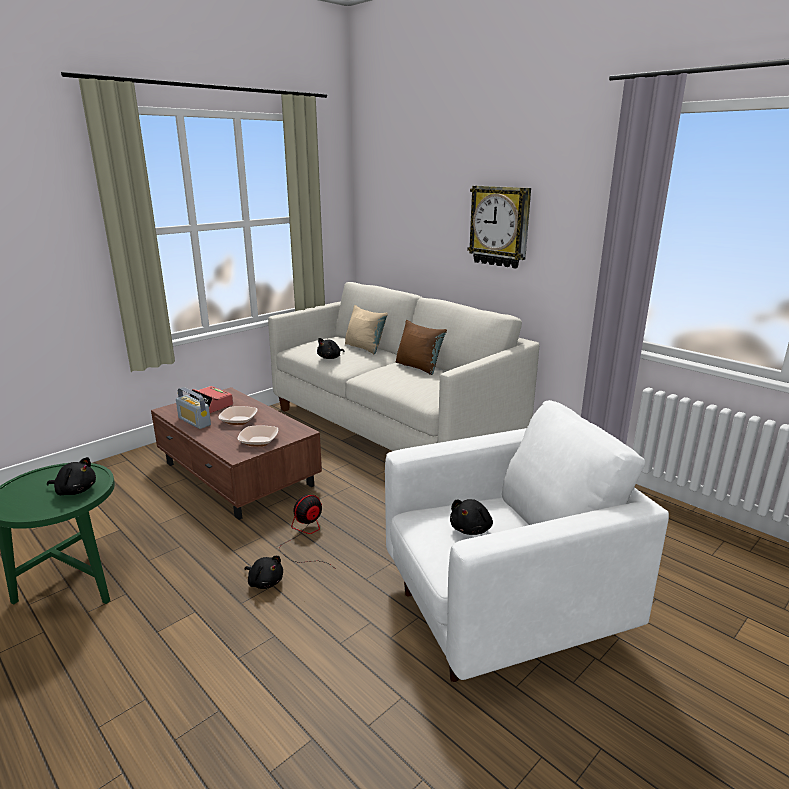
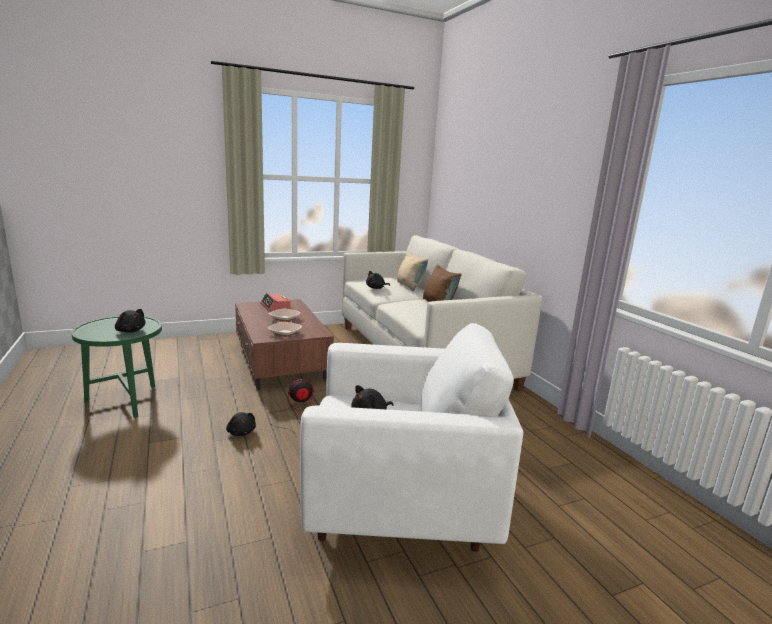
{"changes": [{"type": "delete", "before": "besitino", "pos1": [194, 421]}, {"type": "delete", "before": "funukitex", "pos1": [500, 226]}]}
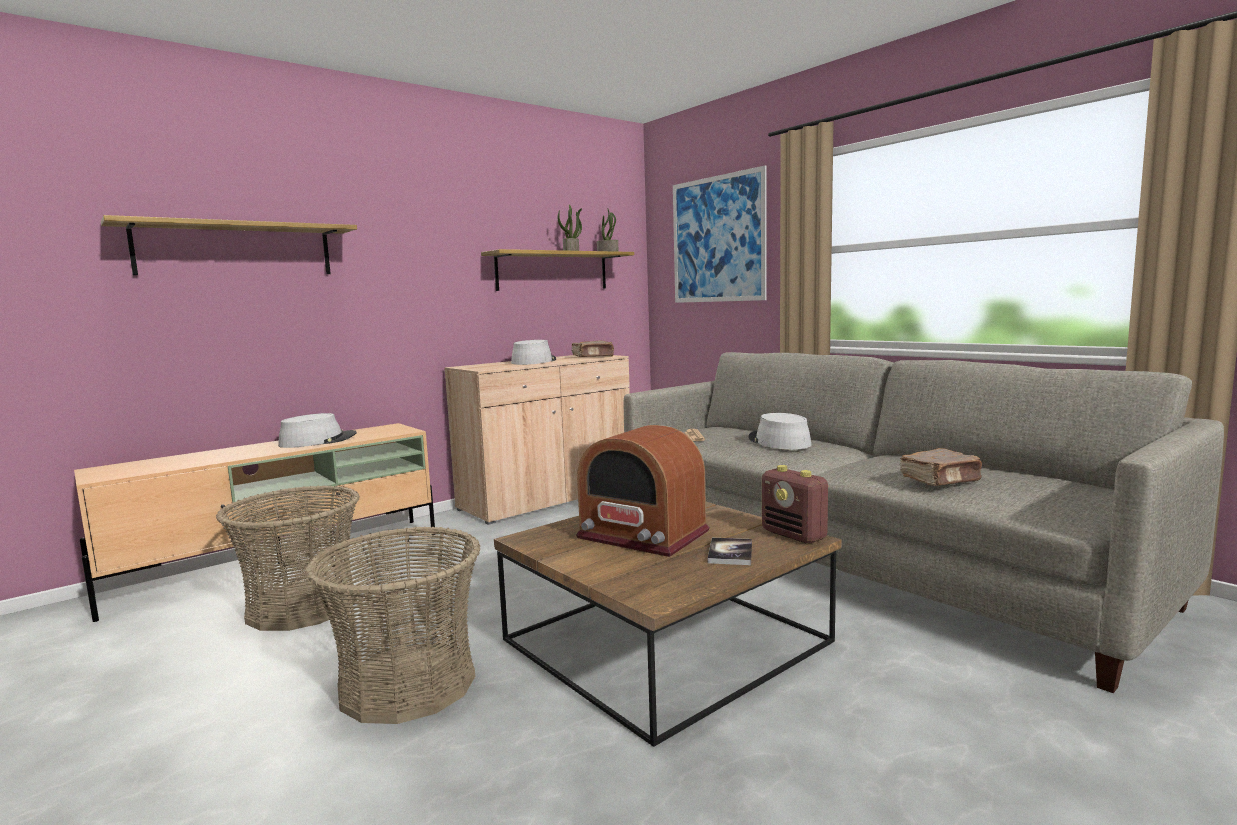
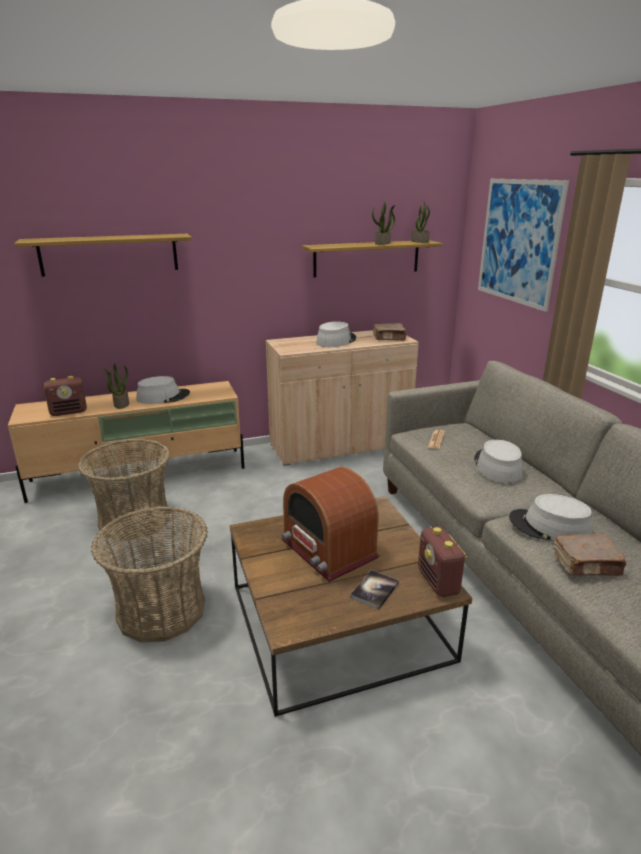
{"changes": [{"type": "insert", "after": "besitino", "pos2": [69, 412]}, {"type": "insert", "after": "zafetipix", "pos2": [121, 404]}, {"type": "insert", "after": "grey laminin", "pos2": [549, 527]}]}
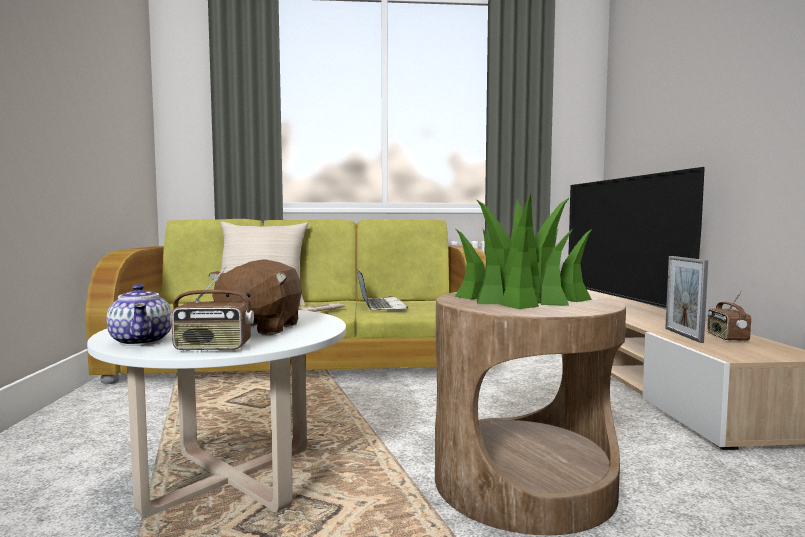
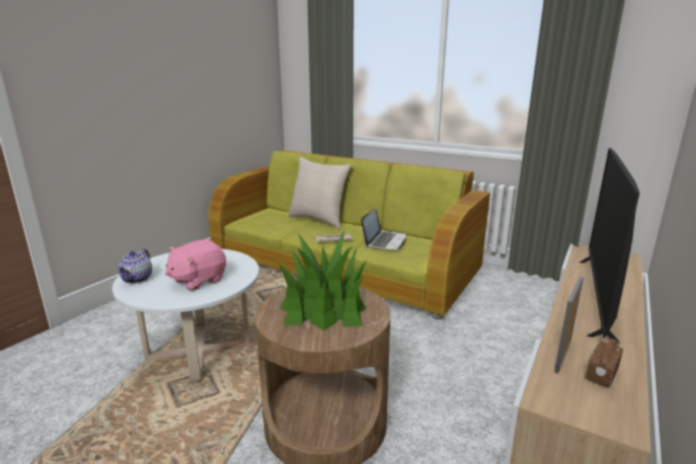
{"changes": [{"type": "delete", "before": "besitino", "pos1": [212, 348]}, {"type": "recolor", "before": "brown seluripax", "after": "pink seluripax", "pos1": [259, 328], "pos2": [198, 280]}]}
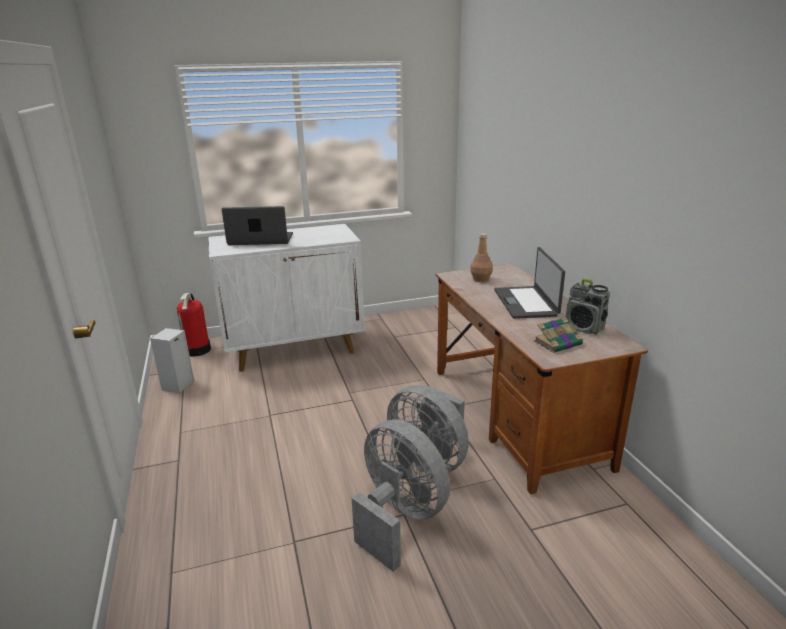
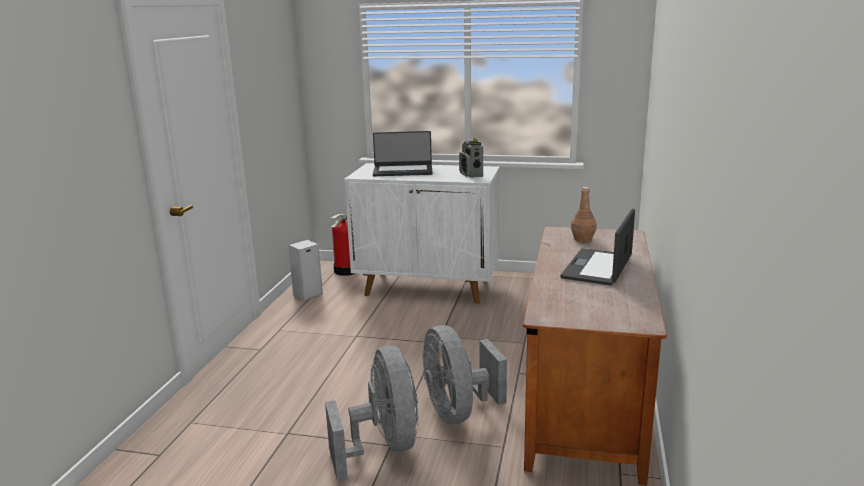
{"changes": [{"type": "rotate", "before": "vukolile", "pos1": [260, 240], "pos2": [403, 171], "turn": 150}, {"type": "delete", "before": "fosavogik", "pos1": [558, 343]}, {"type": "move", "before": "besitino", "pos1": [584, 328], "pos2": [471, 175]}]}
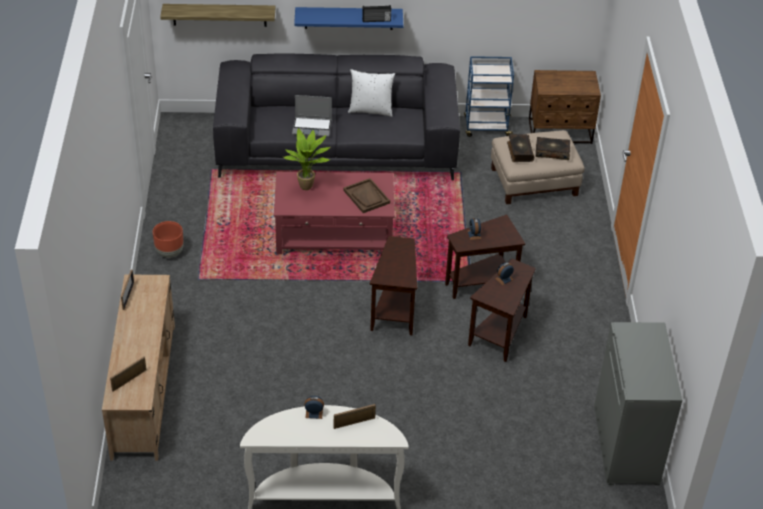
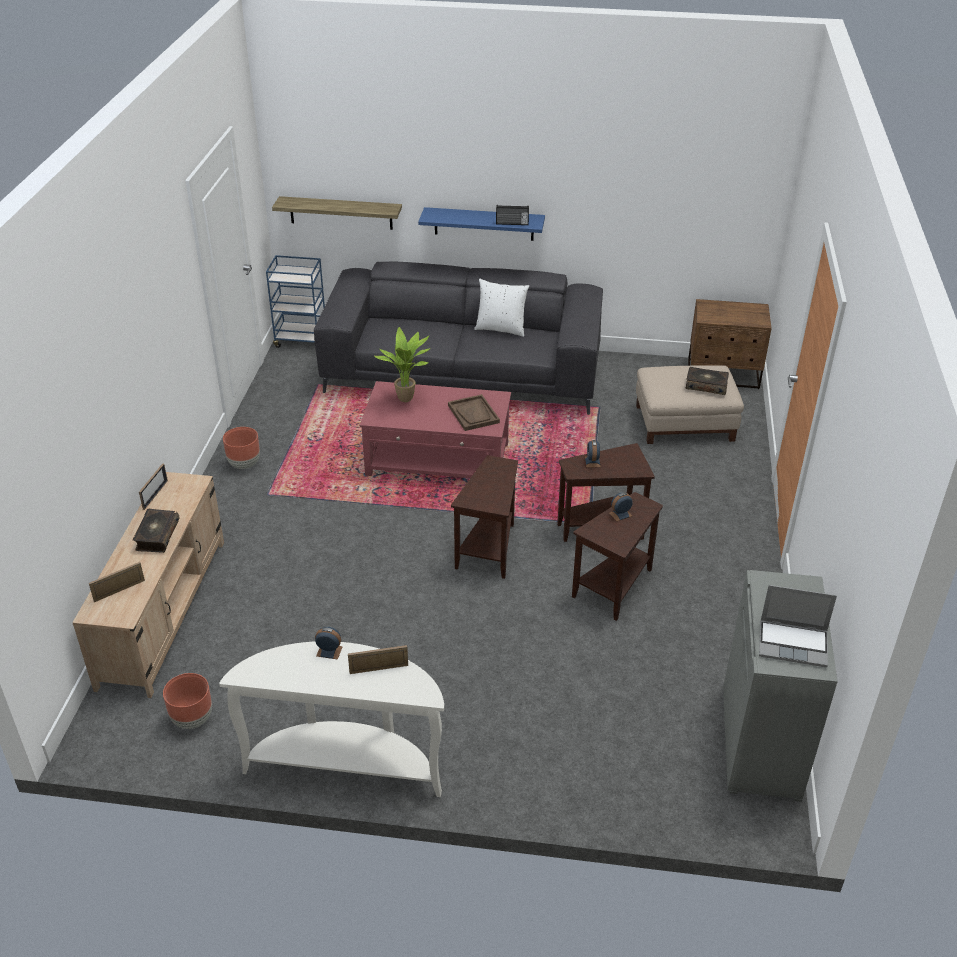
{"changes": [{"type": "move", "before": "vukolile", "pos1": [312, 127], "pos2": [793, 644]}, {"type": "move", "before": "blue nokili", "pos1": [486, 127], "pos2": [302, 340]}, {"type": "move", "before": "fosavogik", "pos1": [519, 152], "pos2": [156, 536]}, {"type": "insert", "after": "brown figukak", "pos2": [193, 719]}]}
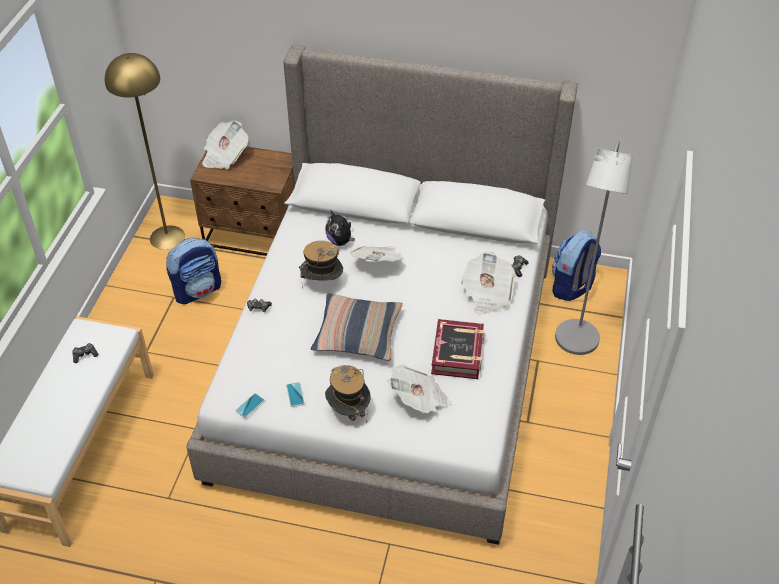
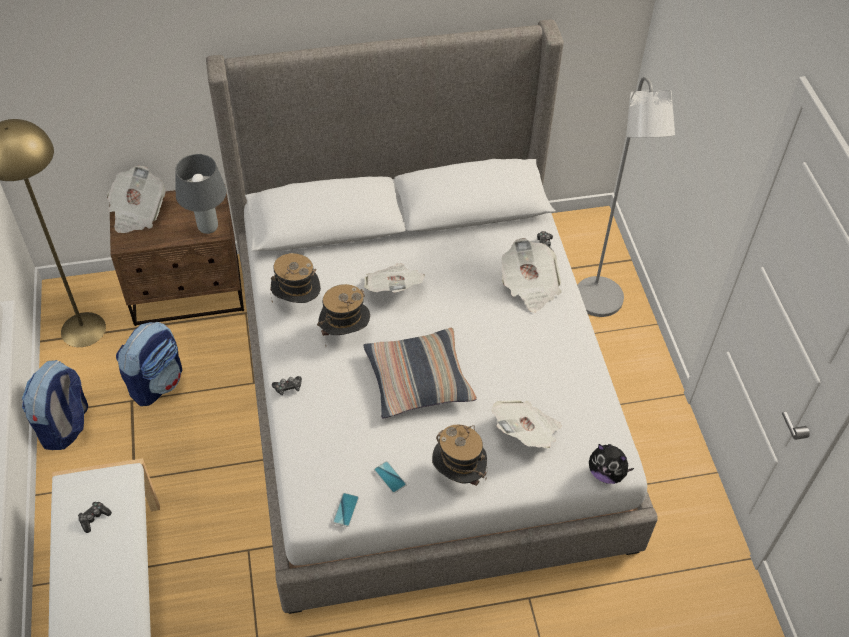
{"changes": [{"type": "move", "before": "seluripax", "pos1": [340, 241], "pos2": [606, 473]}, {"type": "delete", "before": "fosavogik", "pos1": [458, 354]}, {"type": "move", "before": "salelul", "pos1": [571, 286], "pos2": [65, 426]}, {"type": "insert", "after": "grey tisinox", "pos2": [208, 227]}, {"type": "insert", "after": "laminin", "pos2": [297, 302]}]}
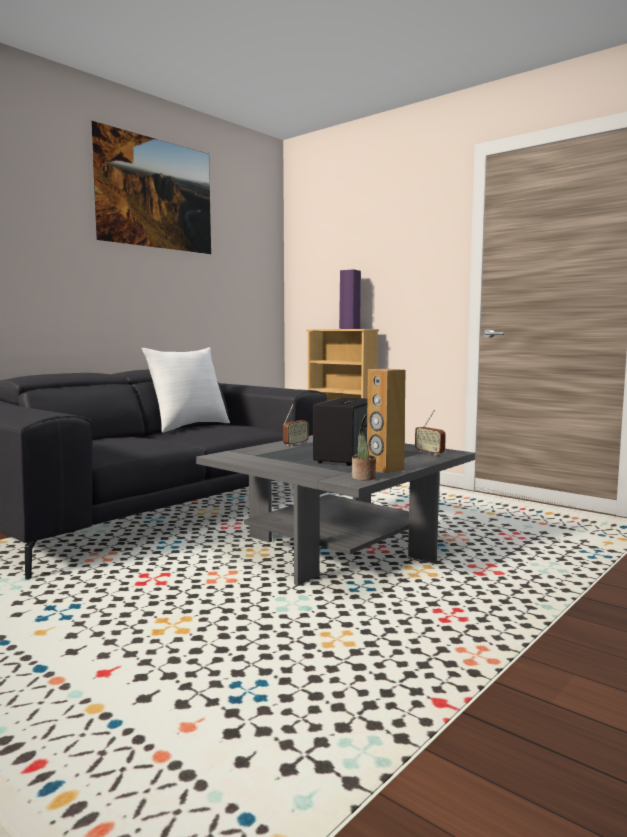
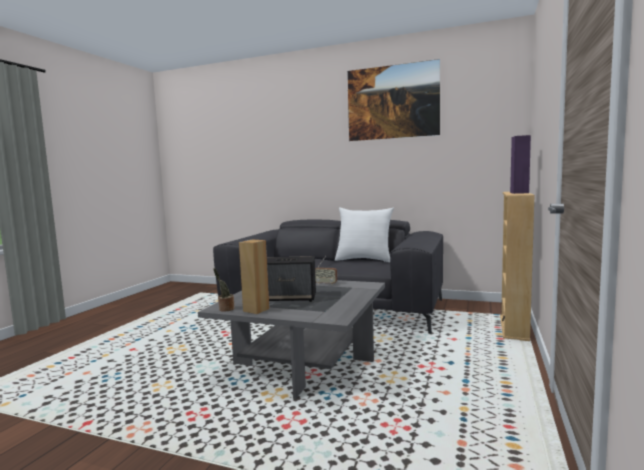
{"changes": [{"type": "delete", "before": "besitino", "pos1": [429, 453]}]}
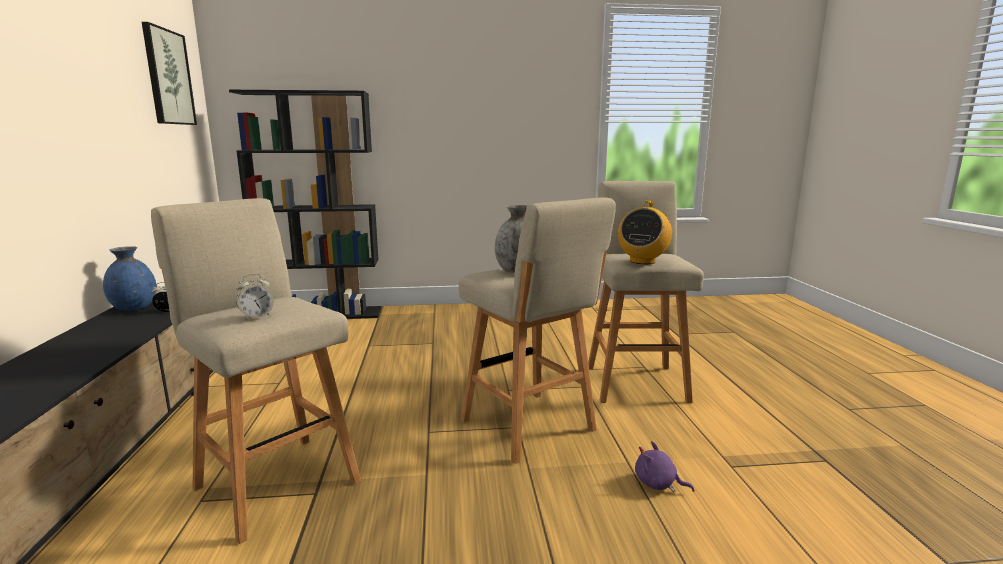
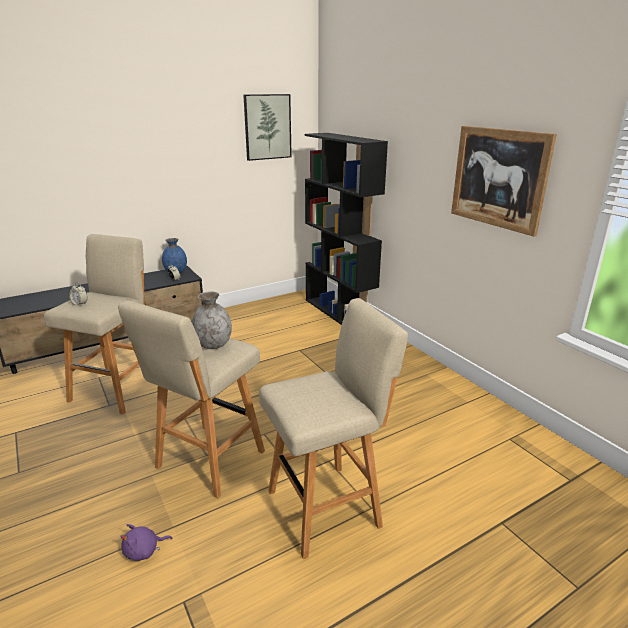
{"changes": [{"type": "delete", "before": "besitino", "pos1": [642, 261]}, {"type": "rotate", "before": "purple seluripax", "pos1": [658, 484], "pos2": [144, 551], "turn": -120}, {"type": "insert", "after": "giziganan", "pos2": [498, 178]}]}
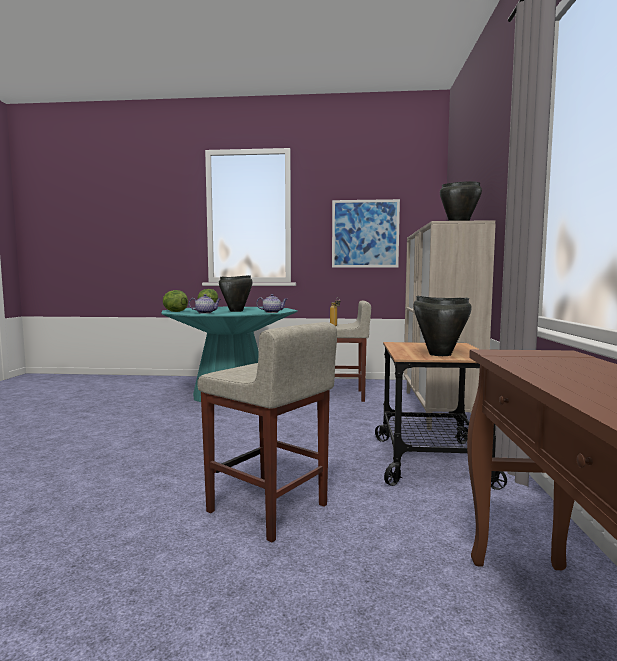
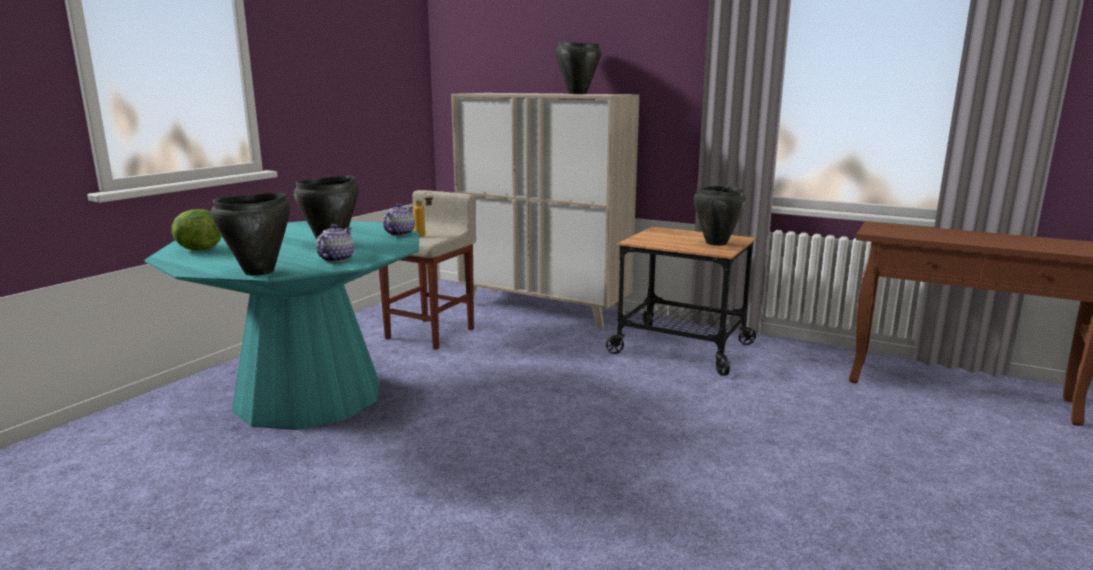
{"changes": [{"type": "replace", "before": "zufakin", "after": "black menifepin", "pos1": [174, 312], "pos2": [259, 272]}, {"type": "delete", "before": "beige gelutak", "pos1": [268, 508]}, {"type": "delete", "before": "giziganan", "pos1": [365, 234]}]}
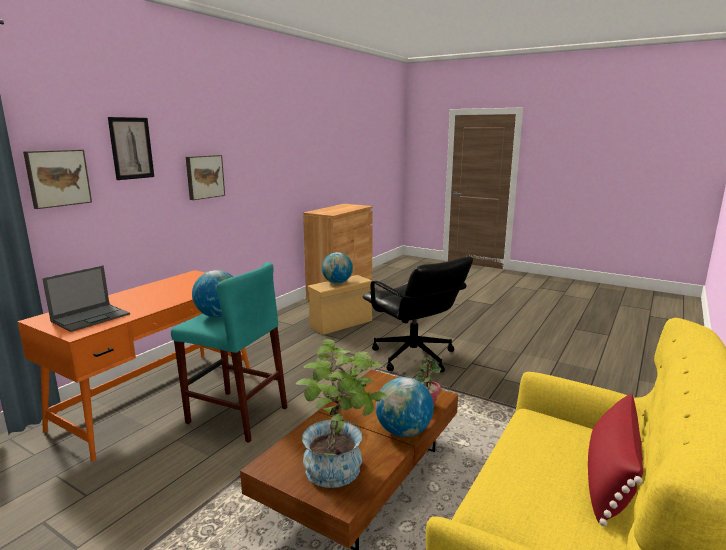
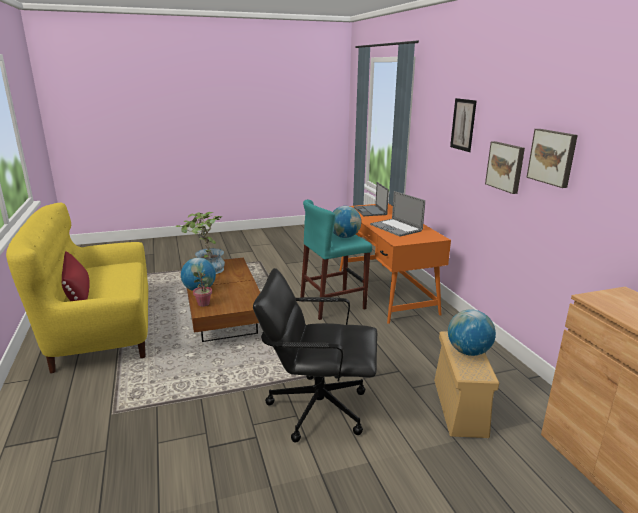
{"changes": [{"type": "move", "before": "giziganan", "pos1": [57, 178], "pos2": [553, 157]}, {"type": "insert", "after": "vukolile", "pos2": [396, 228]}]}
